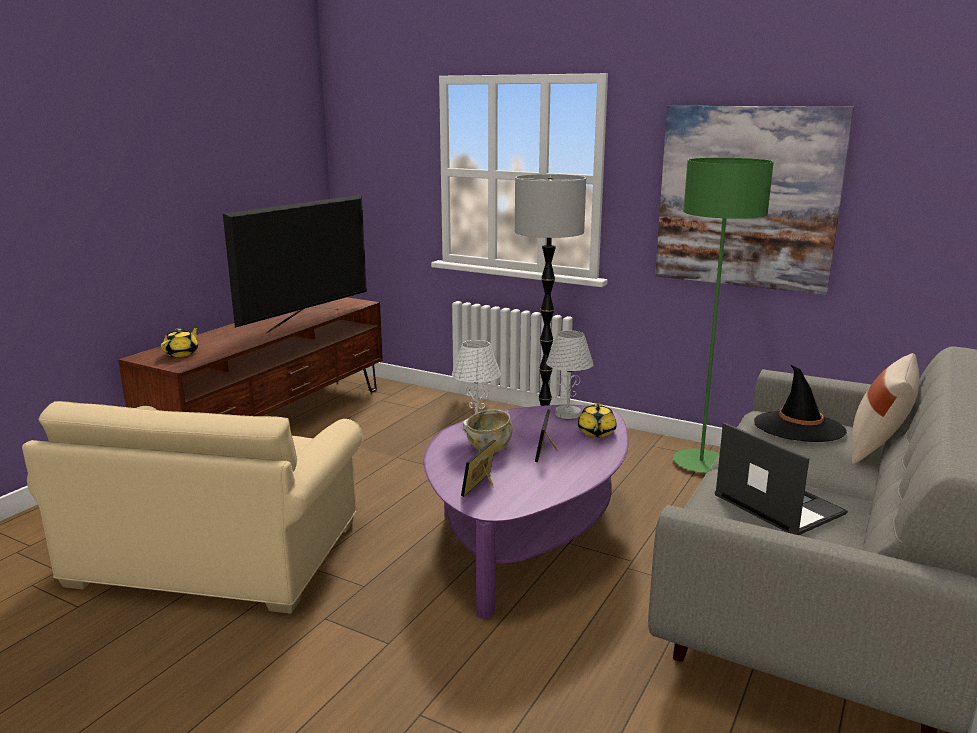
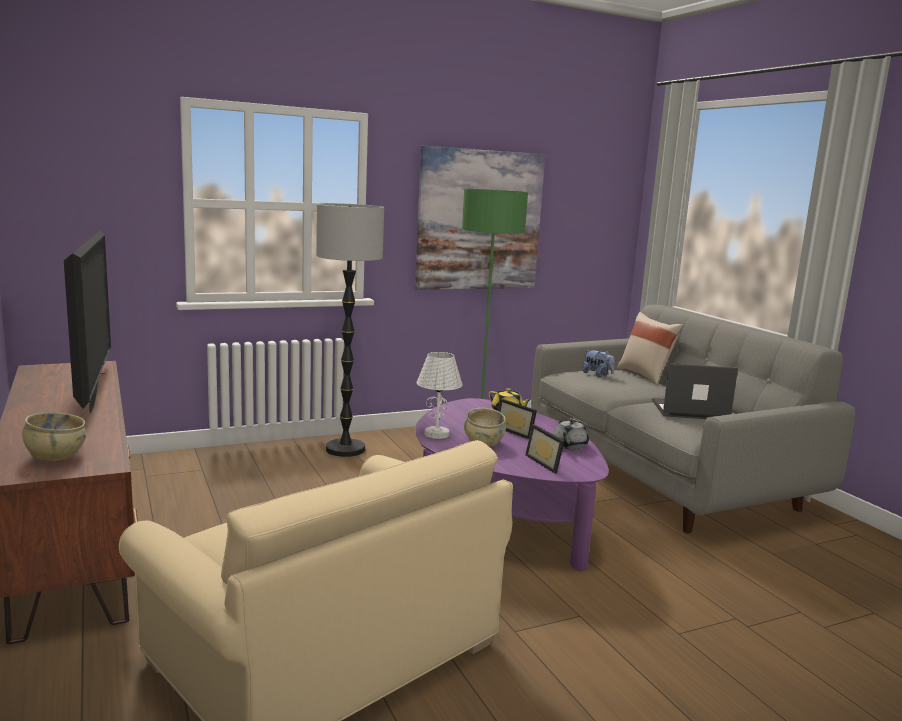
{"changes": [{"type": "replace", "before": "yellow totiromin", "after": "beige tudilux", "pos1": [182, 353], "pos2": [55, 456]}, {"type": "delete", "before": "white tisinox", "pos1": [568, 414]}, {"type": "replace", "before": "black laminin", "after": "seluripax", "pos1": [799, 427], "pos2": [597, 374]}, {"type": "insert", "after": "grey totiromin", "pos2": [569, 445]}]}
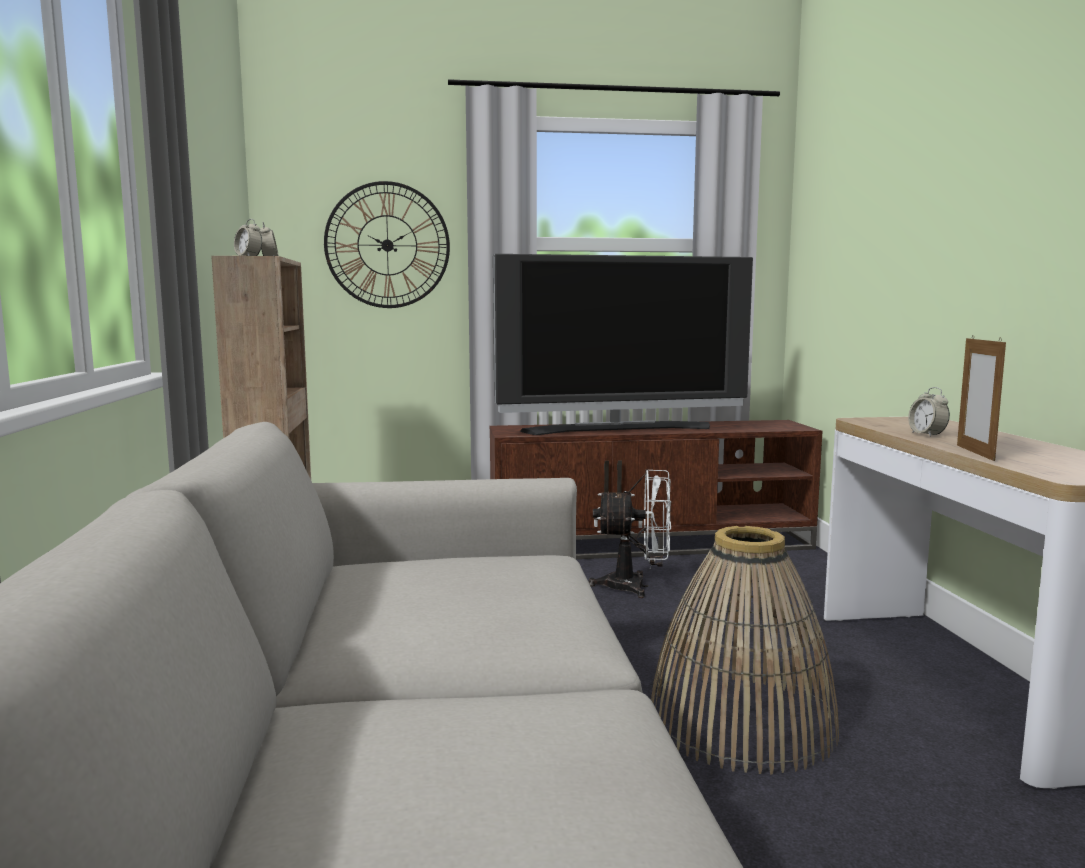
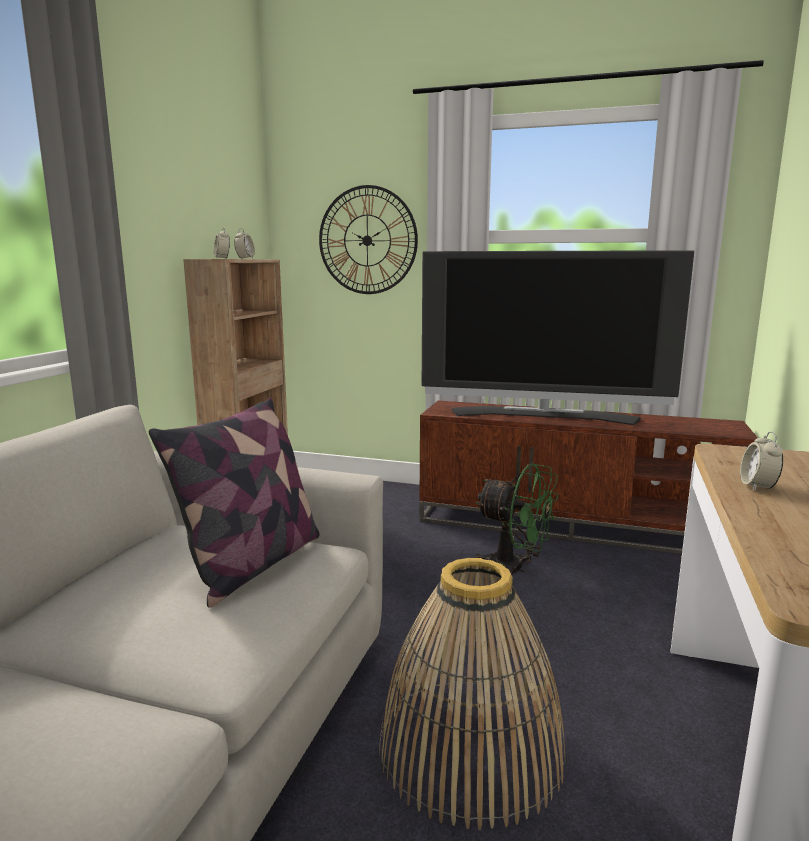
{"changes": [{"type": "recolor", "before": "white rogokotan", "after": "green rogokotan", "pos1": [636, 586], "pos2": [514, 570]}, {"type": "delete", "before": "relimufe", "pos1": [975, 452]}, {"type": "insert", "after": "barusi", "pos2": [252, 564]}]}
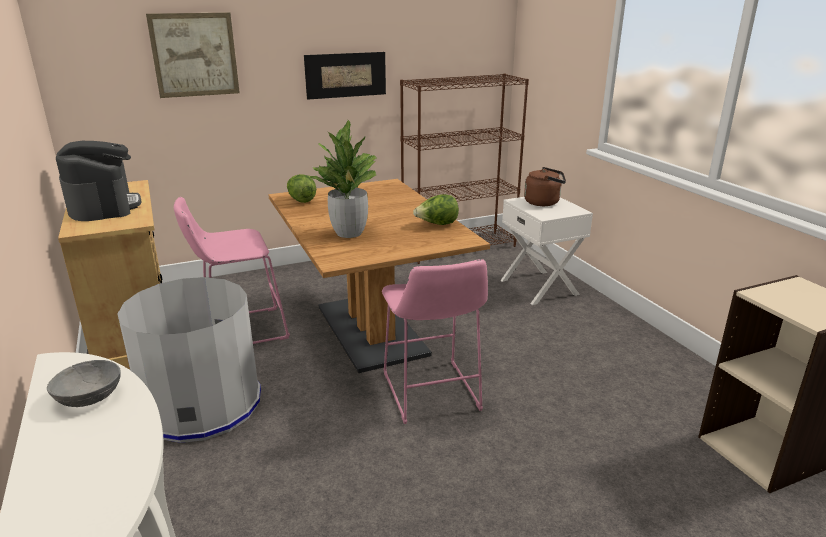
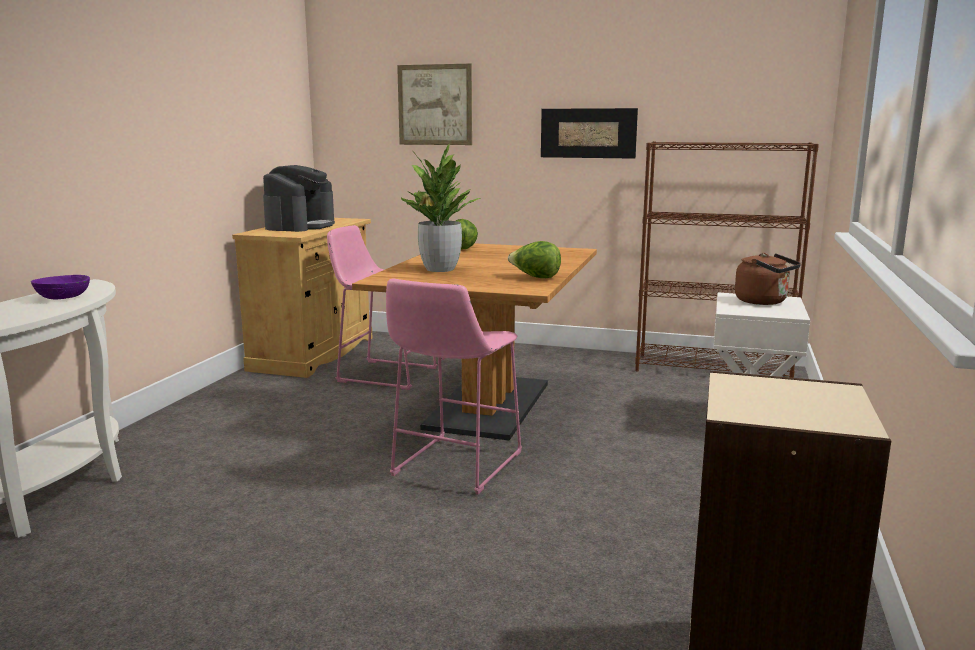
{"changes": [{"type": "recolor", "before": "grey tudilux", "after": "purple tudilux", "pos1": [90, 397], "pos2": [63, 298]}, {"type": "delete", "before": "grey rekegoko", "pos1": [201, 404]}]}
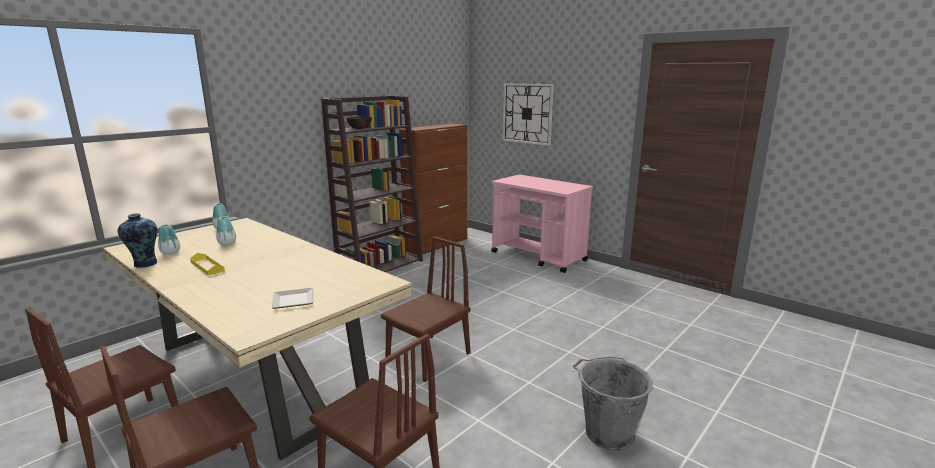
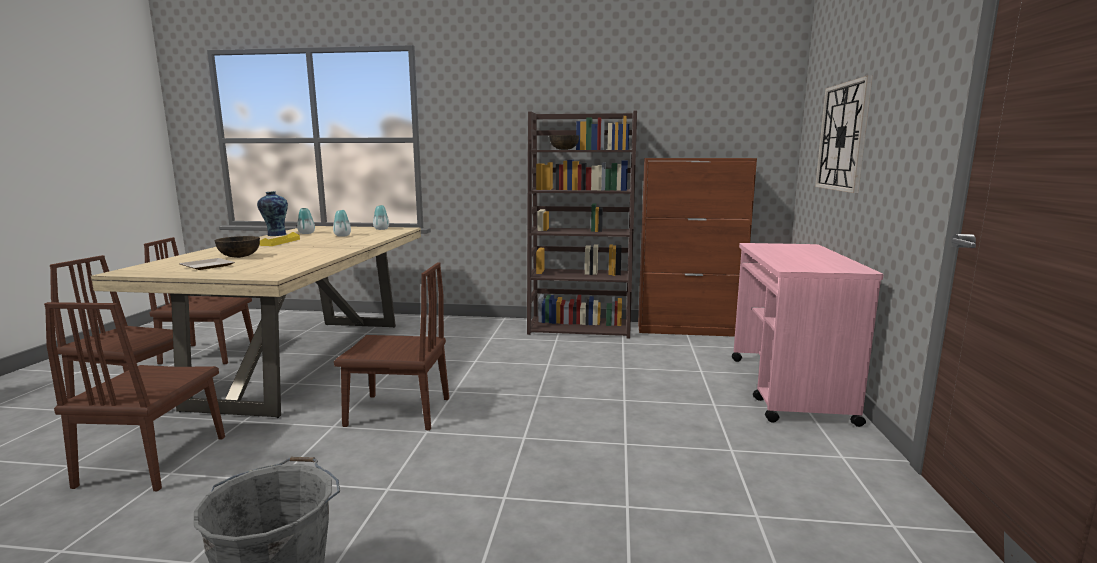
{"changes": [{"type": "insert", "after": "brown tudilux", "pos2": [240, 256]}]}
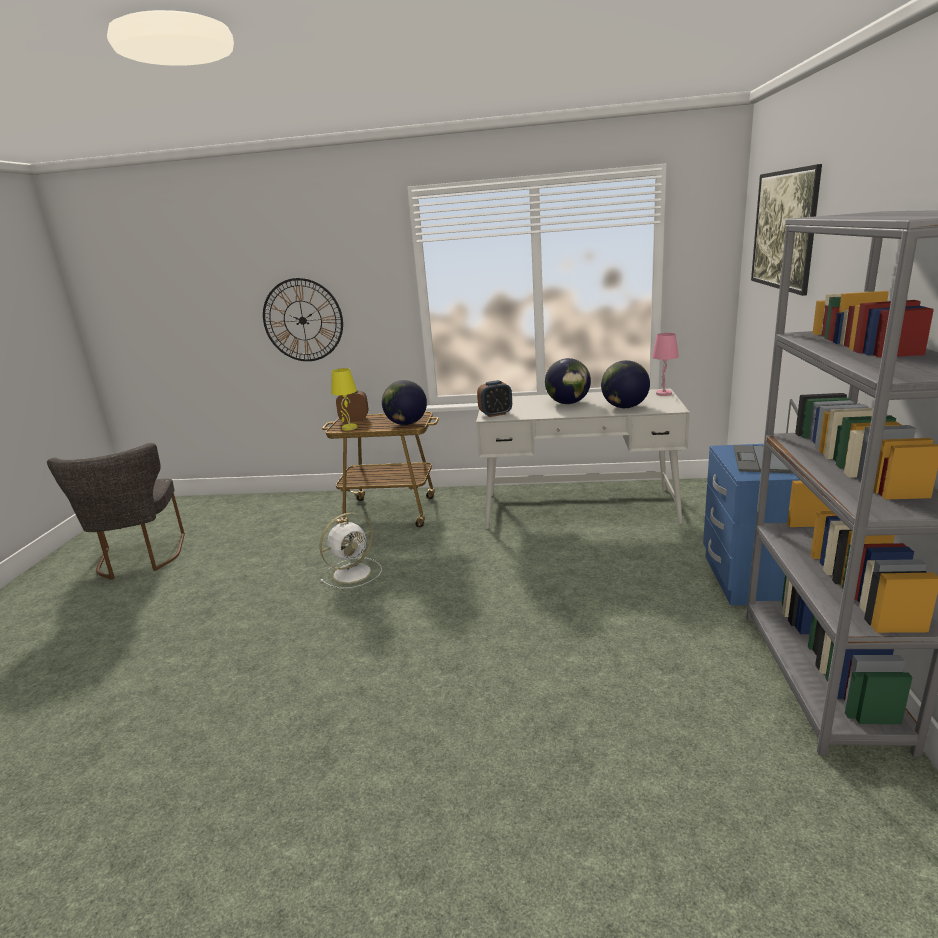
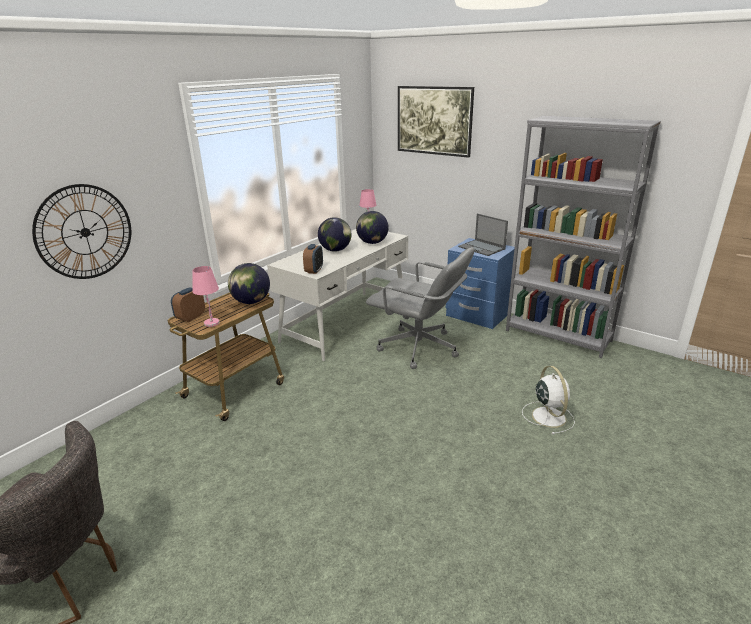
{"changes": [{"type": "move", "before": "white rogokotan", "pos1": [354, 572], "pos2": [548, 416]}, {"type": "recolor", "before": "yellow tisinox", "after": "pink tisinox", "pos1": [349, 428], "pos2": [212, 323]}, {"type": "insert", "after": "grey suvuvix", "pos2": [419, 348]}]}
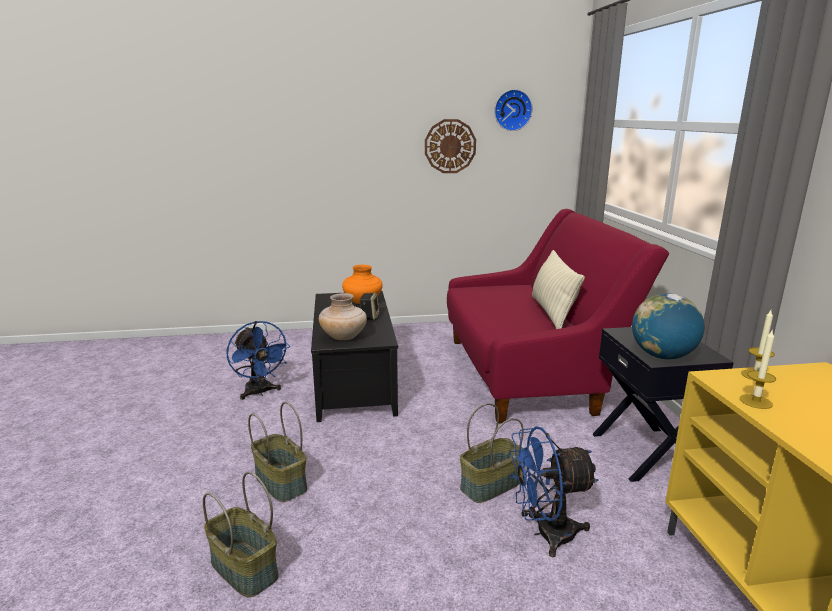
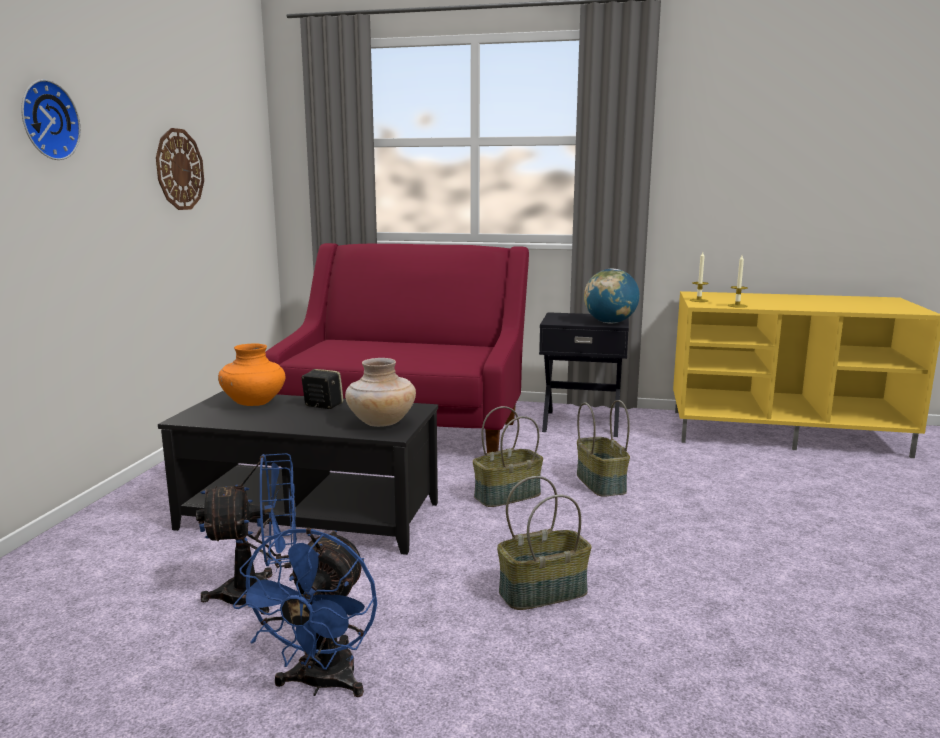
{"changes": [{"type": "move", "before": "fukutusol", "pos1": [243, 569], "pos2": [507, 496]}, {"type": "move", "before": "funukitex", "pos1": [512, 110], "pos2": [46, 120]}, {"type": "move", "before": "blue rogokotan", "pos1": [545, 534], "pos2": [321, 684]}, {"type": "delete", "before": "beige barusi", "pos1": [552, 312]}]}
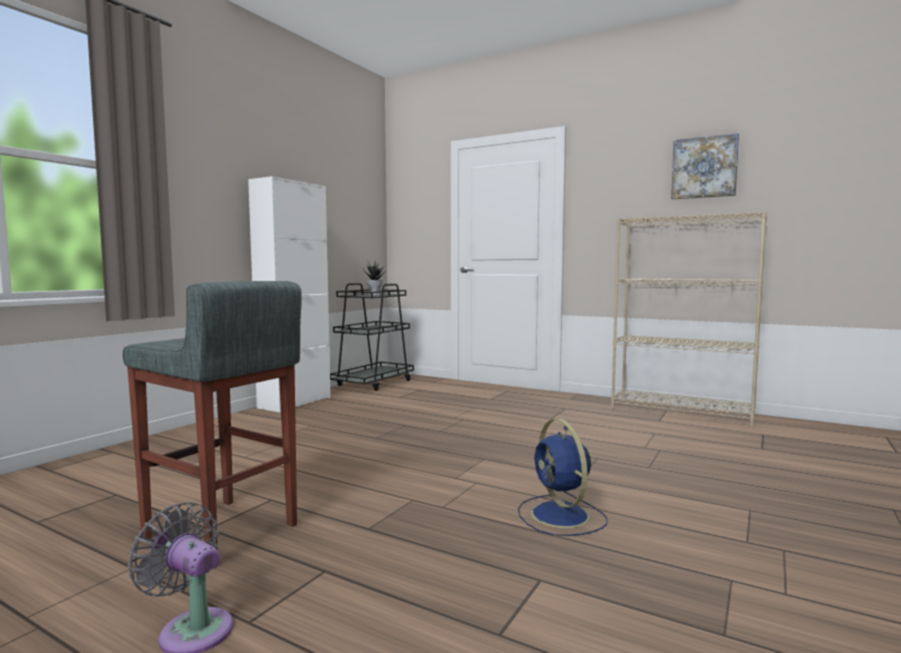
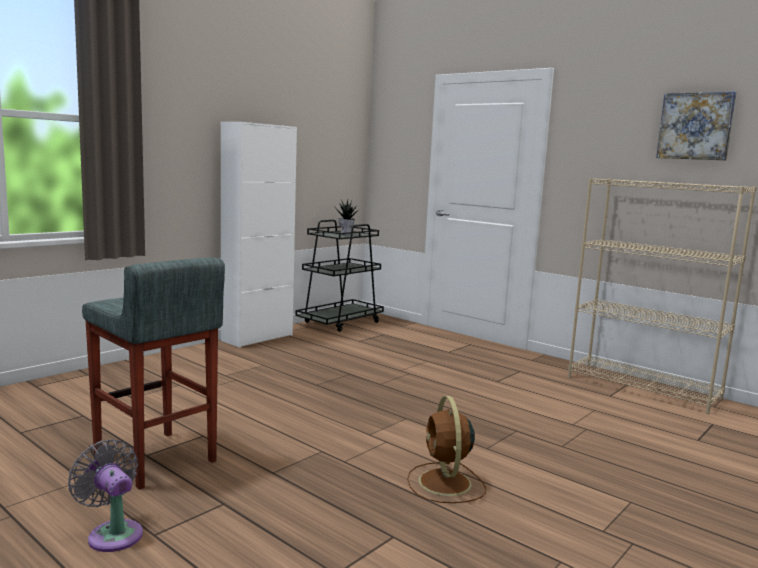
{"changes": [{"type": "recolor", "before": "blue rogokotan", "after": "brown rogokotan", "pos1": [561, 516], "pos2": [445, 484]}]}
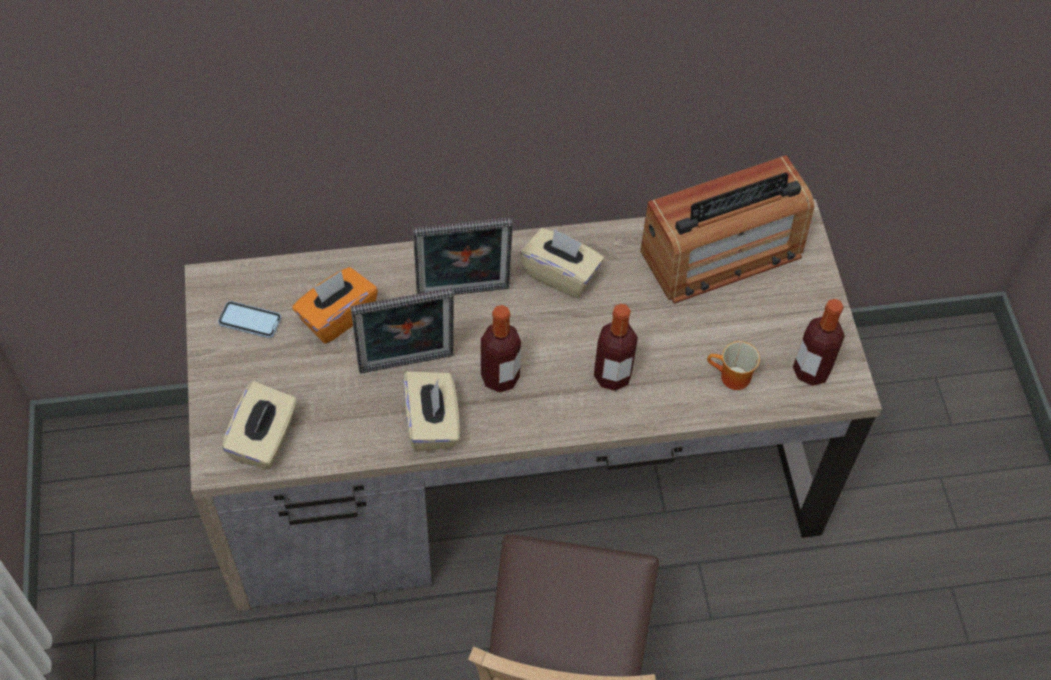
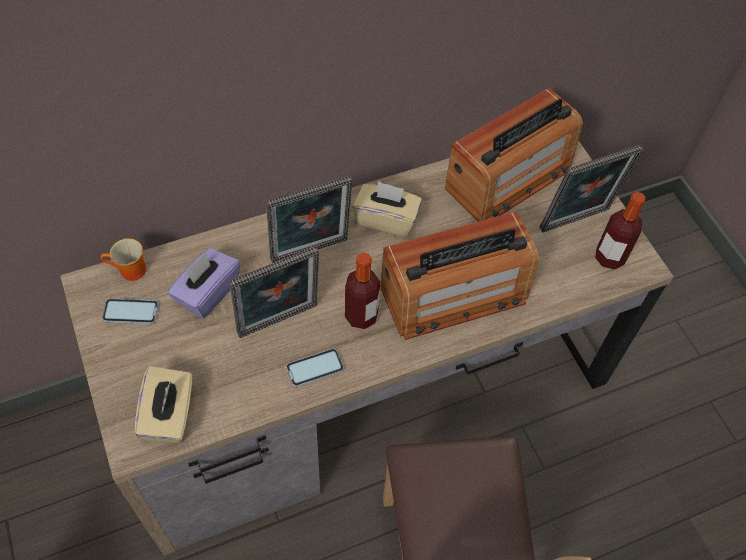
{"changes": [{"type": "recolor", "before": "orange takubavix", "after": "purple takubavix", "pos1": [337, 317], "pos2": [207, 293]}, {"type": "replace", "before": "beige takubavix", "after": "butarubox", "pos1": [432, 423], "pos2": [315, 368]}, {"type": "replace", "before": "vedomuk", "after": "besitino", "pos1": [612, 376], "pos2": [453, 295]}, {"type": "move", "before": "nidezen", "pos1": [731, 378], "pos2": [129, 272]}, {"type": "insert", "after": "relimufe", "pos2": [576, 222]}]}
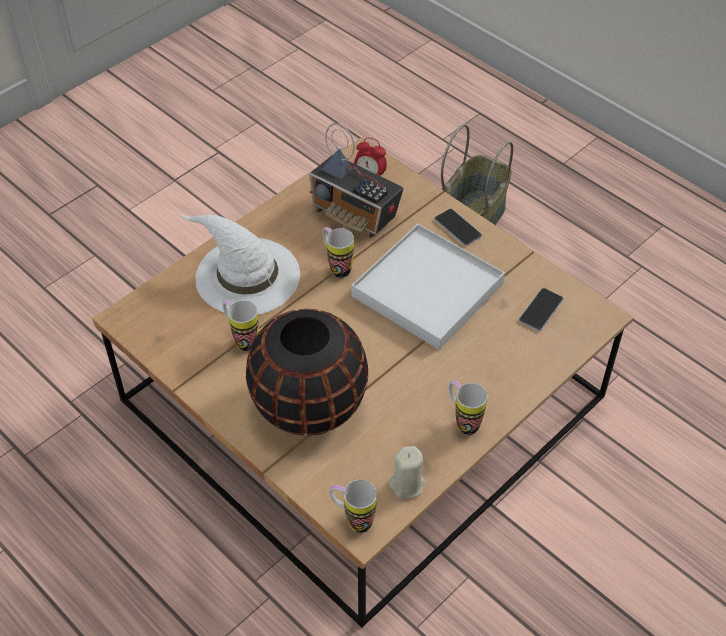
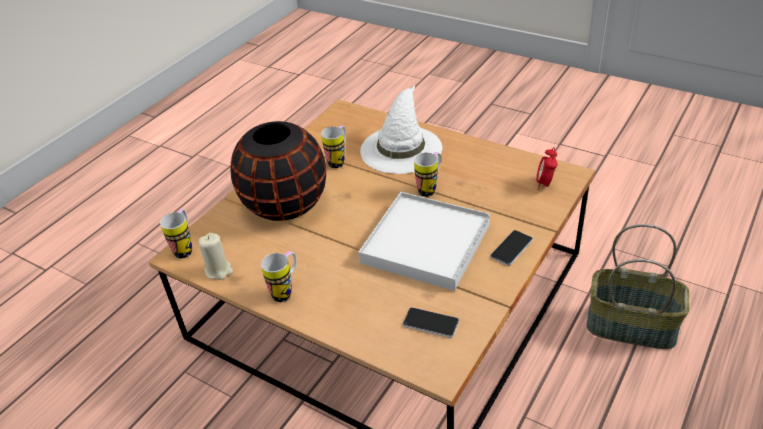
{"changes": [{"type": "delete", "before": "besitino", "pos1": [355, 215]}]}
